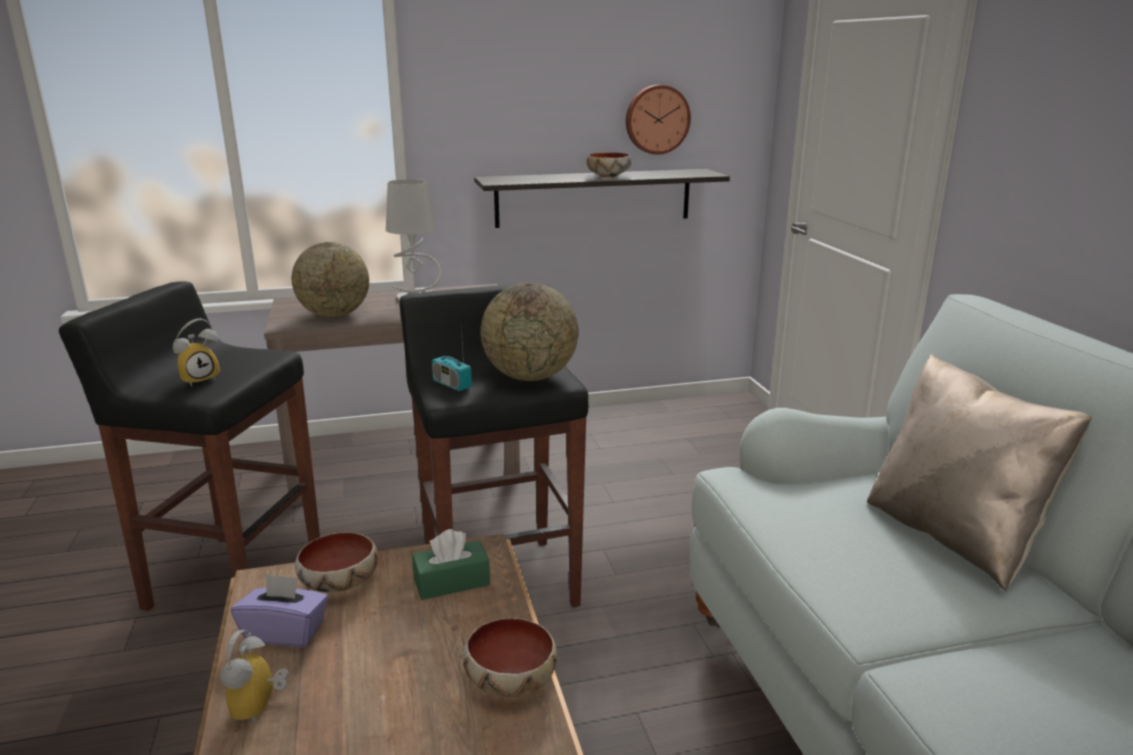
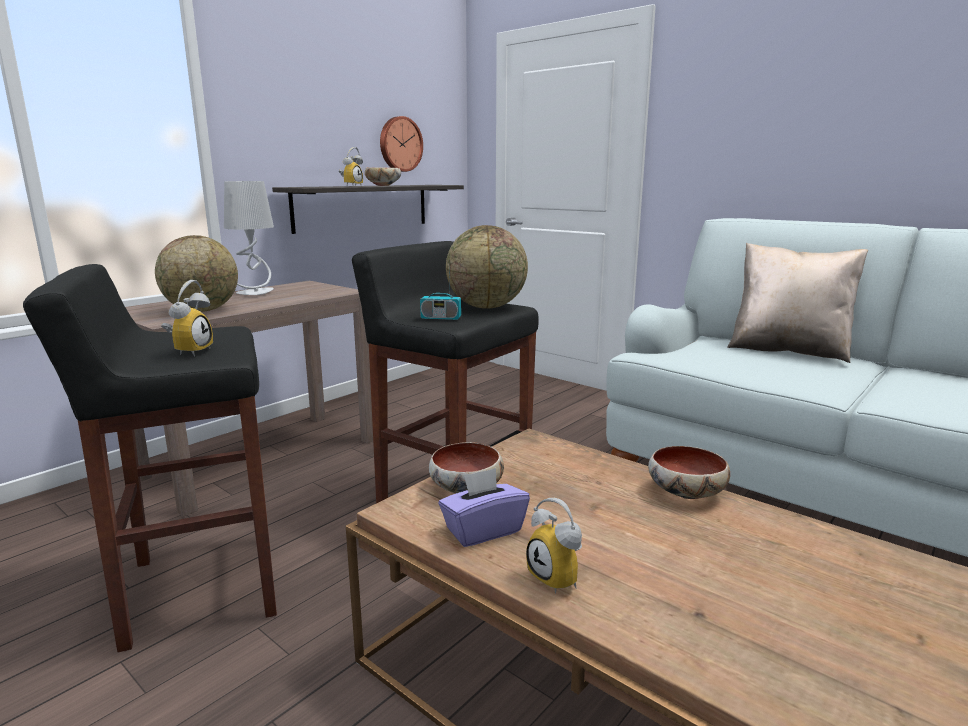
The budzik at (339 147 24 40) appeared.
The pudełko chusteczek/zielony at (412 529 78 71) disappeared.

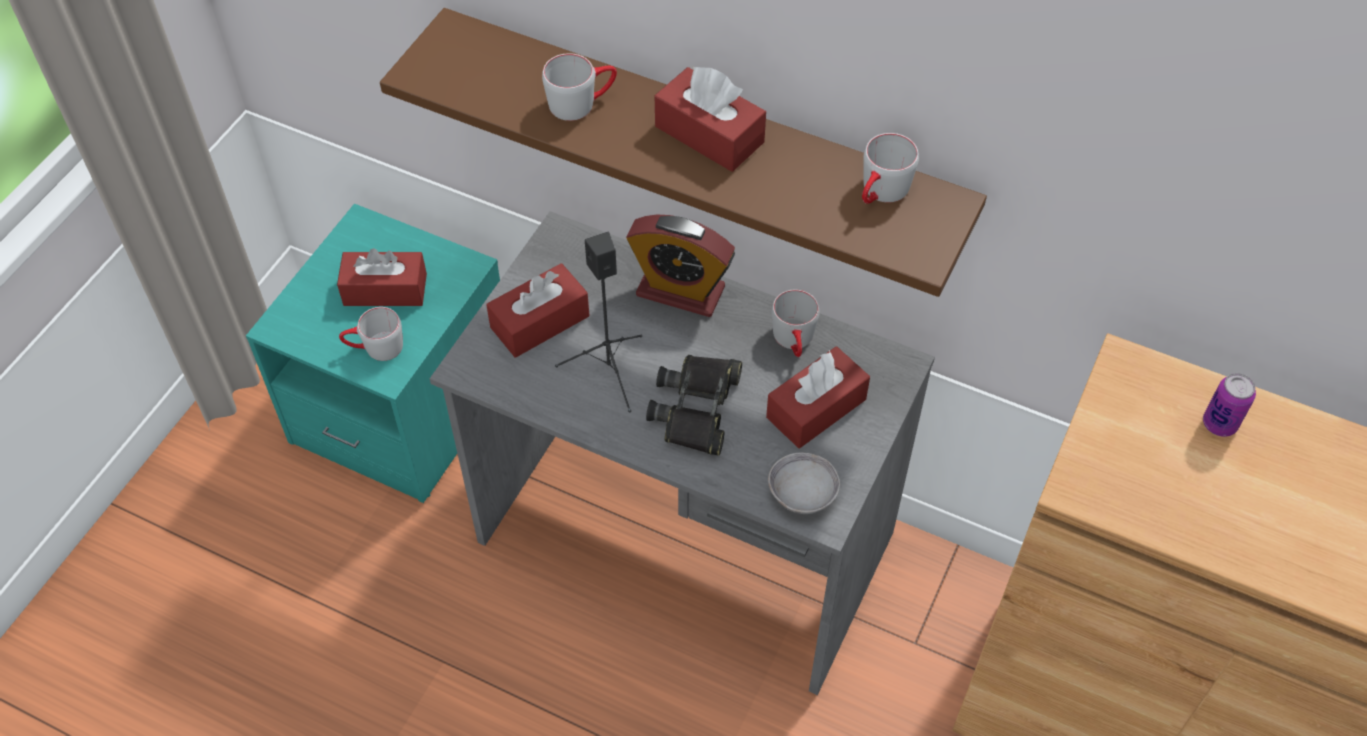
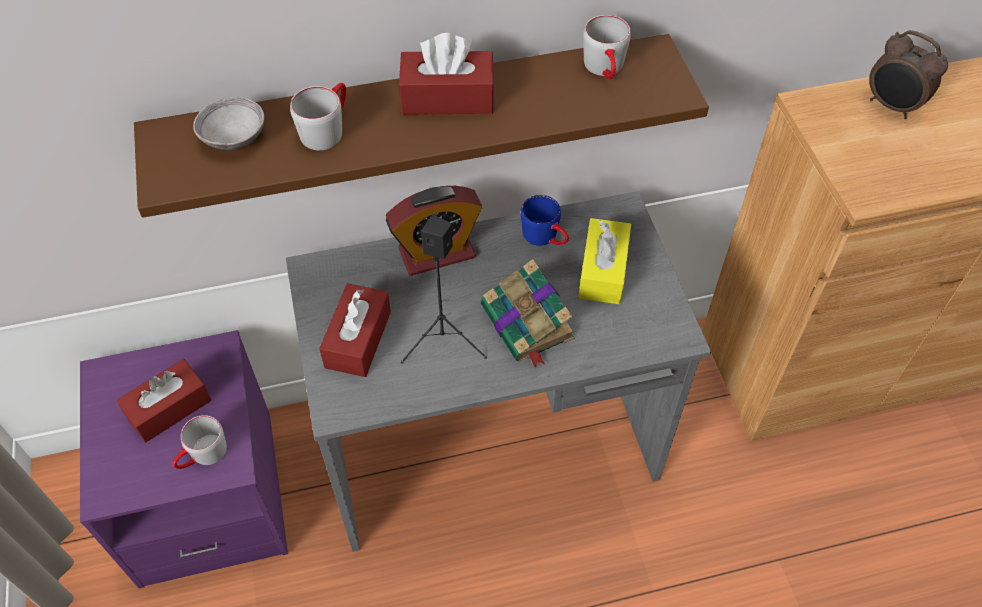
The szafka nocna/turkusowy at (246 204 254 299) became the szafka nocna/fioletowy at (80 330 208 259).
The miska/szary moved from (768 453 72 61) to (193 97 71 53).
The lornetka/czarny at (646 355 96 101) was replaced by the książka at (481 259 94 109).
The kubek/szary at (772 290 48 67) became the kubek/niebieski at (521 195 48 51).
The pudełko chusteczek/czerwony at (766 347 104 101) became the pudełko chusteczek/żółty at (578 218 53 86).
The puszka at (1203 373 53 64) was replaced by the budzik at (869 30 79 89).

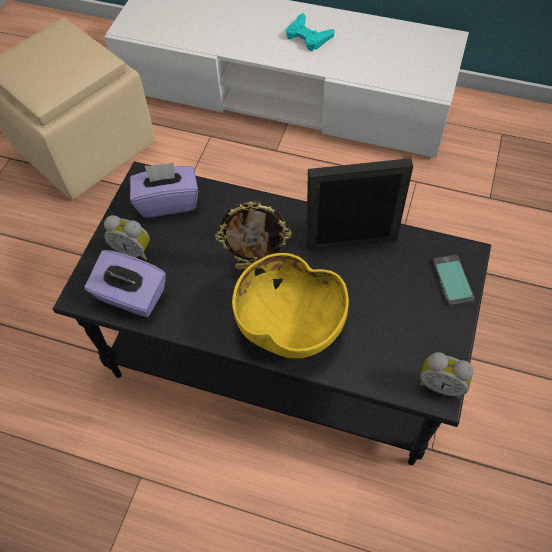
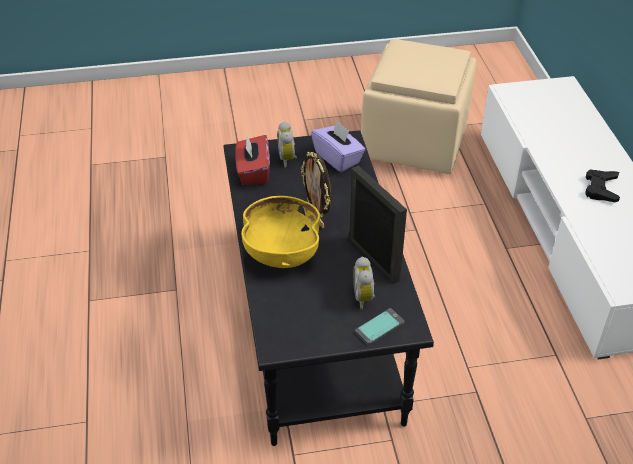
The pudełko chusteczek/fioletowy at (85 250 81 67) became the pudełko chusteczek/czerwony at (235 135 35 50).
The budzik moved from (420 352 54 46) to (353 257 22 52).
The pad do gier/turkusowy at (286 13 49 38) became the pad do gier/czarny at (585 169 35 33).

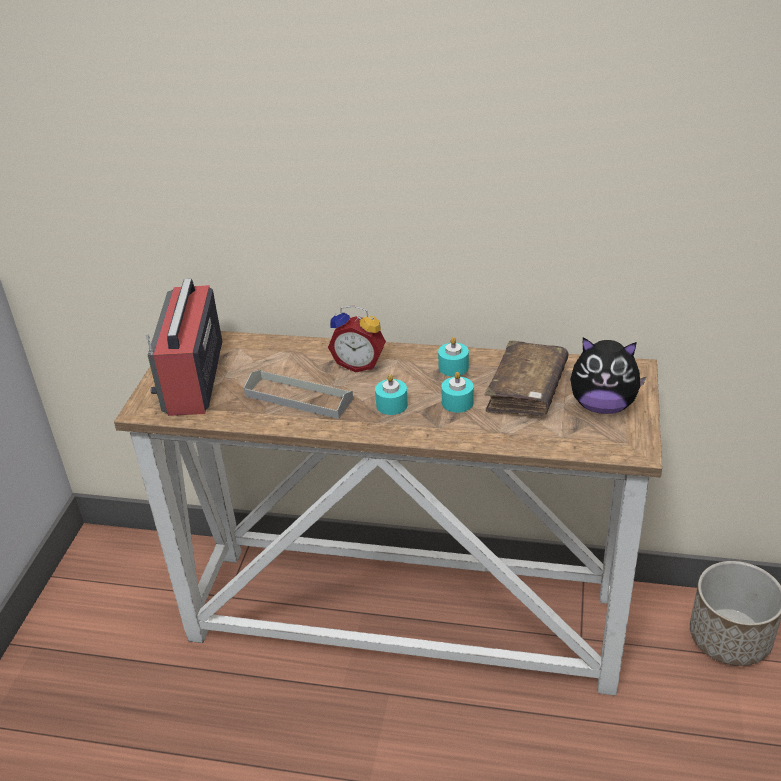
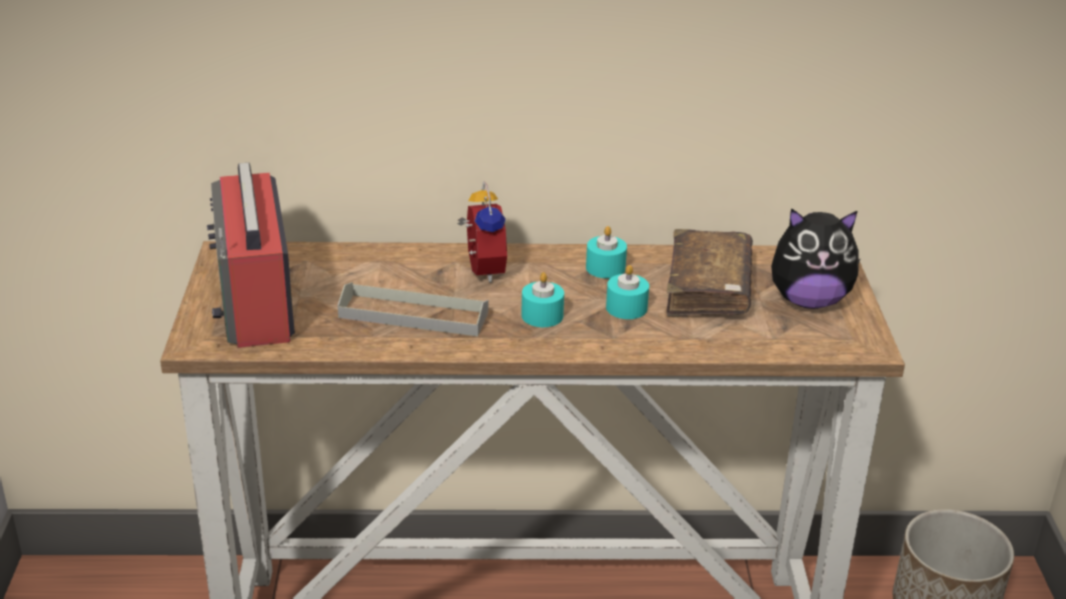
The budzik at (328 305 58 68) turned 105 degrees counterclockwise.

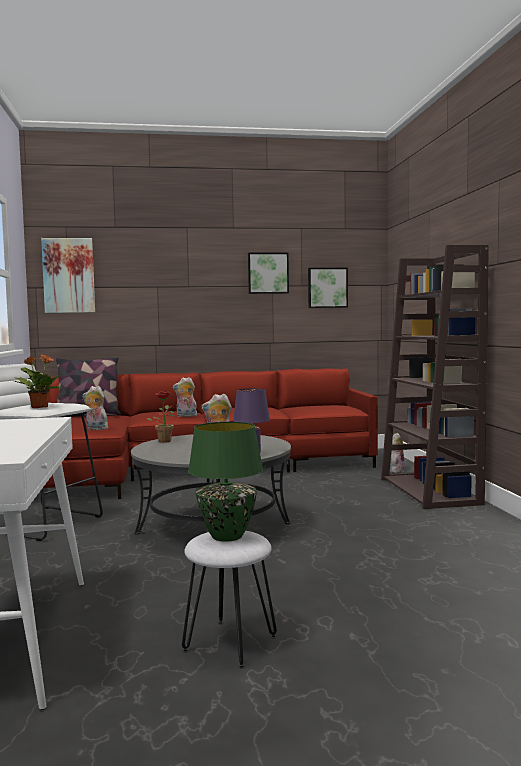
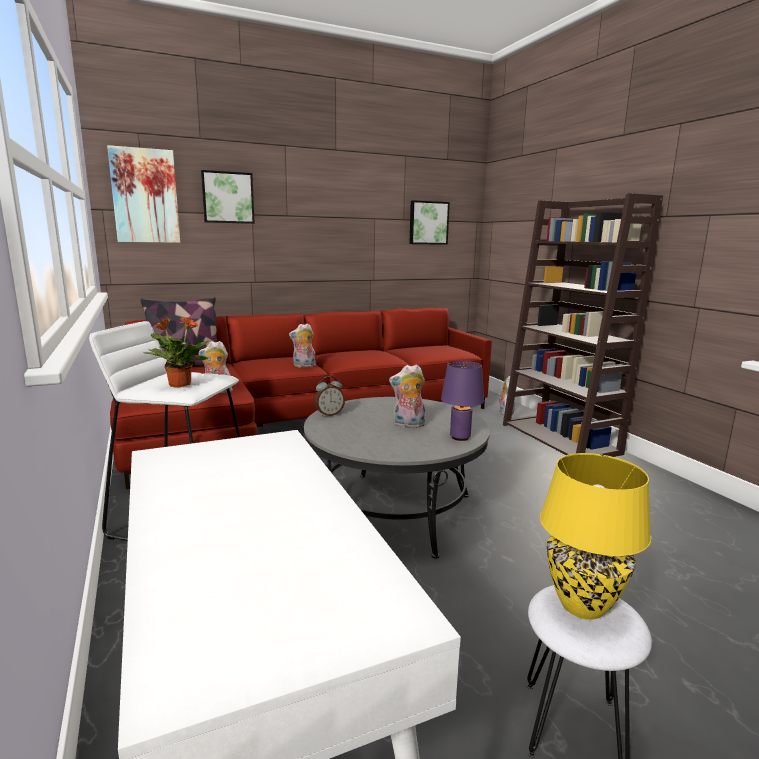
The obraz moved from (248 253 41 41) to (201 170 54 54).
The roślina doniczkowa at (147 391 27 52) was replaced by the budzik at (314 376 31 41).
The lampa stołowa/zielony at (188 422 75 120) became the lampa stołowa/żółty at (540 453 111 167).

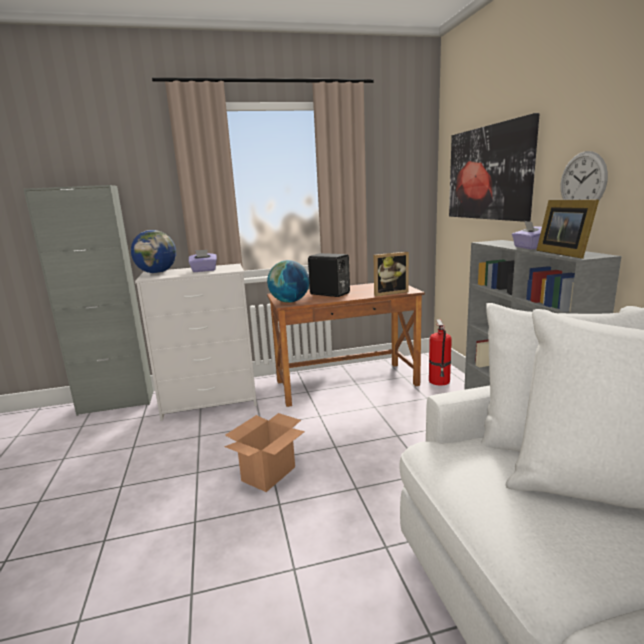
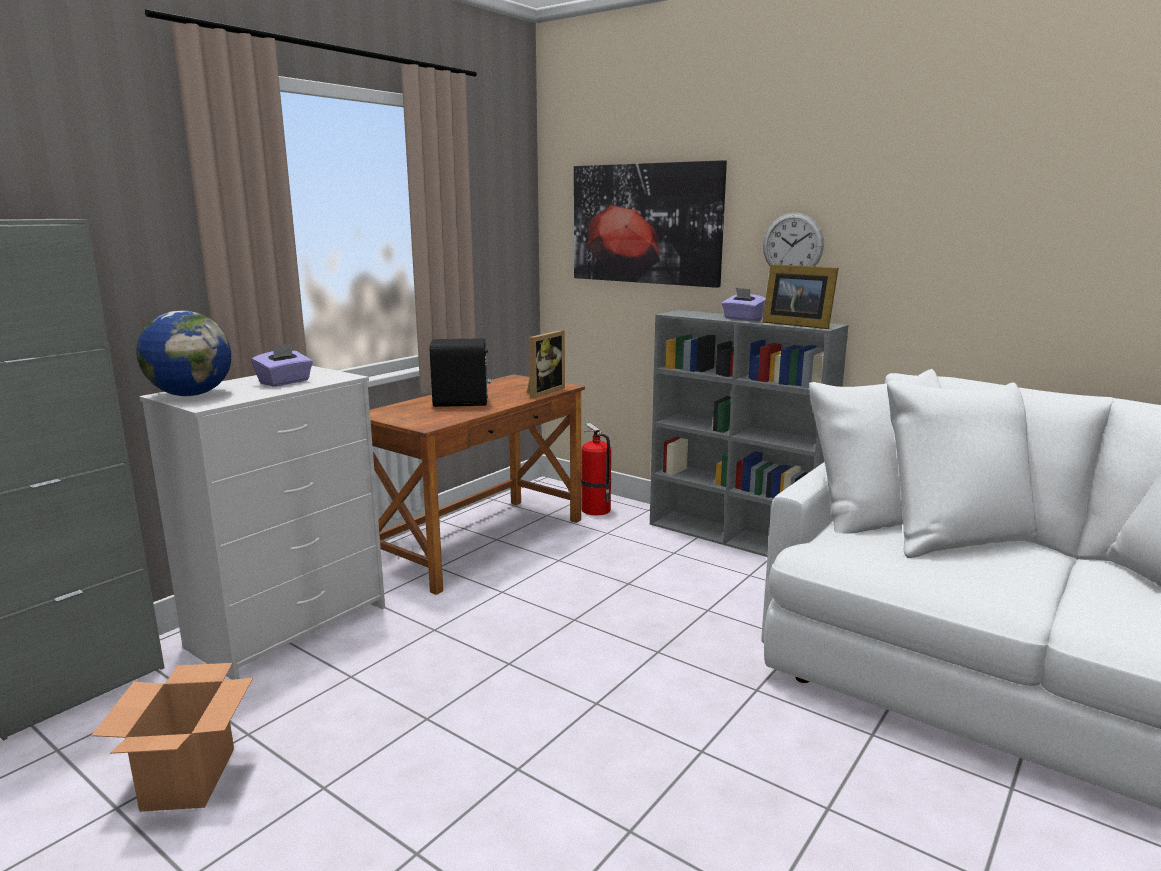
The karton moved from (225 413 80 79) to (91 663 162 149).
The globus at (267 260 42 43) disappeared.

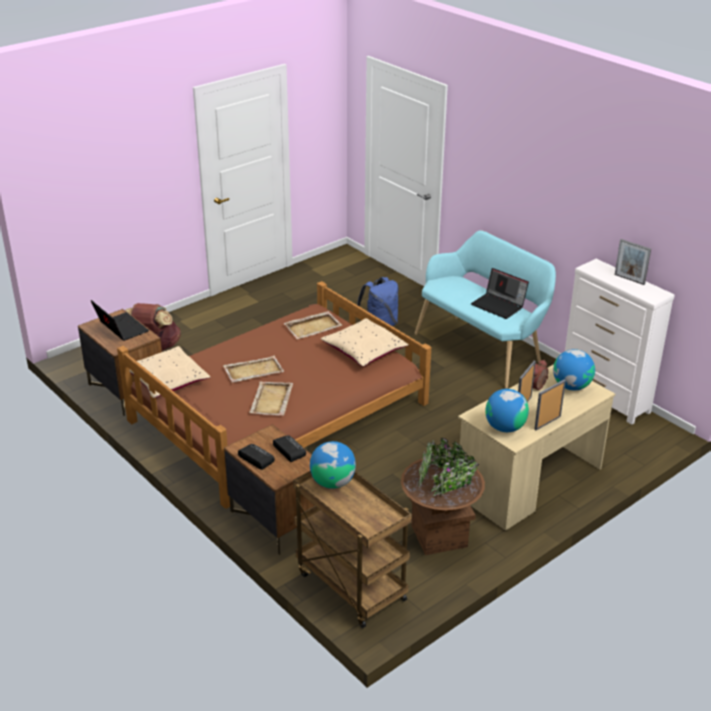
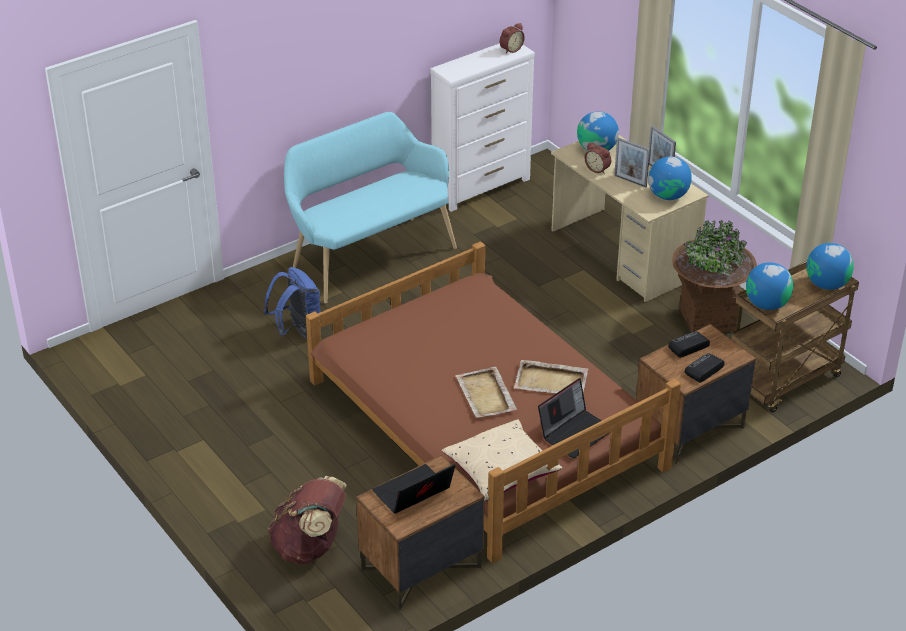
The budzik at (500 23 25 31) appeared.
The laptop moved from (471 268 58 51) to (538 378 71 80).
The globus at (807 243 47 47) appeared.
The taca/beżowy at (284 311 58 28) disappeared.
The poduszka/beżowy at (321 318 88 48) disappeared.
The ramka na zdjęcie at (615 239 36 46) disappeared.

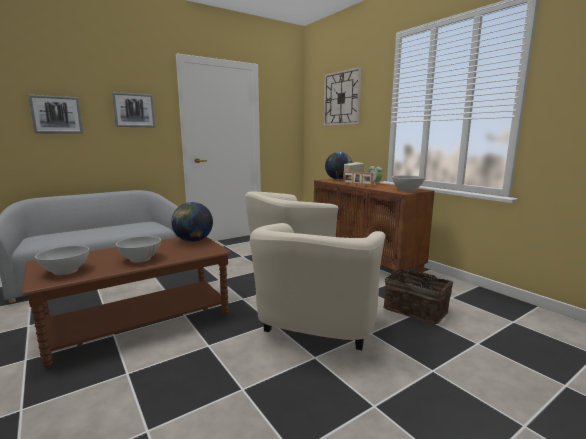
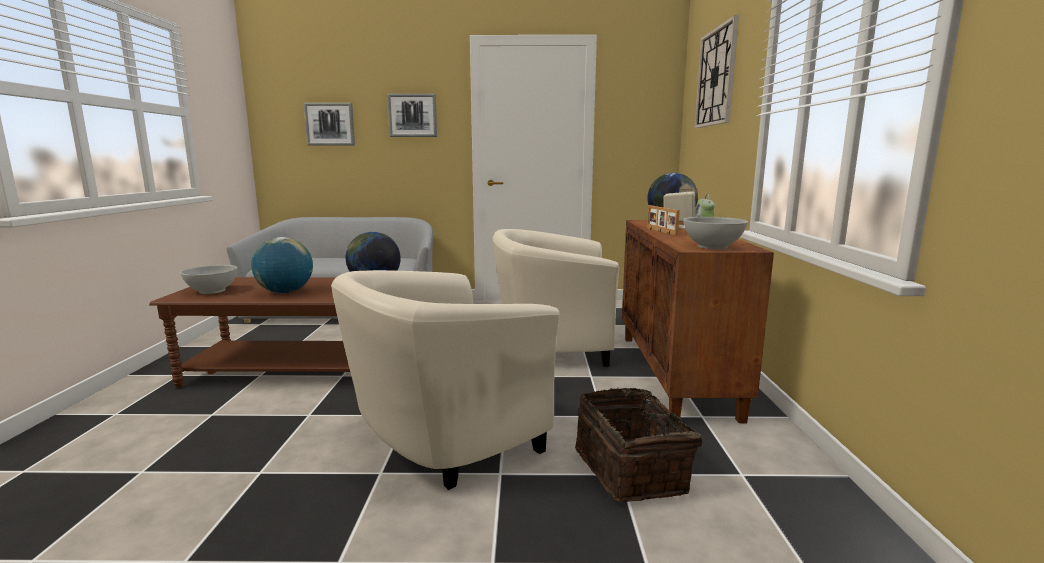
The miska/biały at (116 236 45 26) was replaced by the globus at (251 237 62 56).

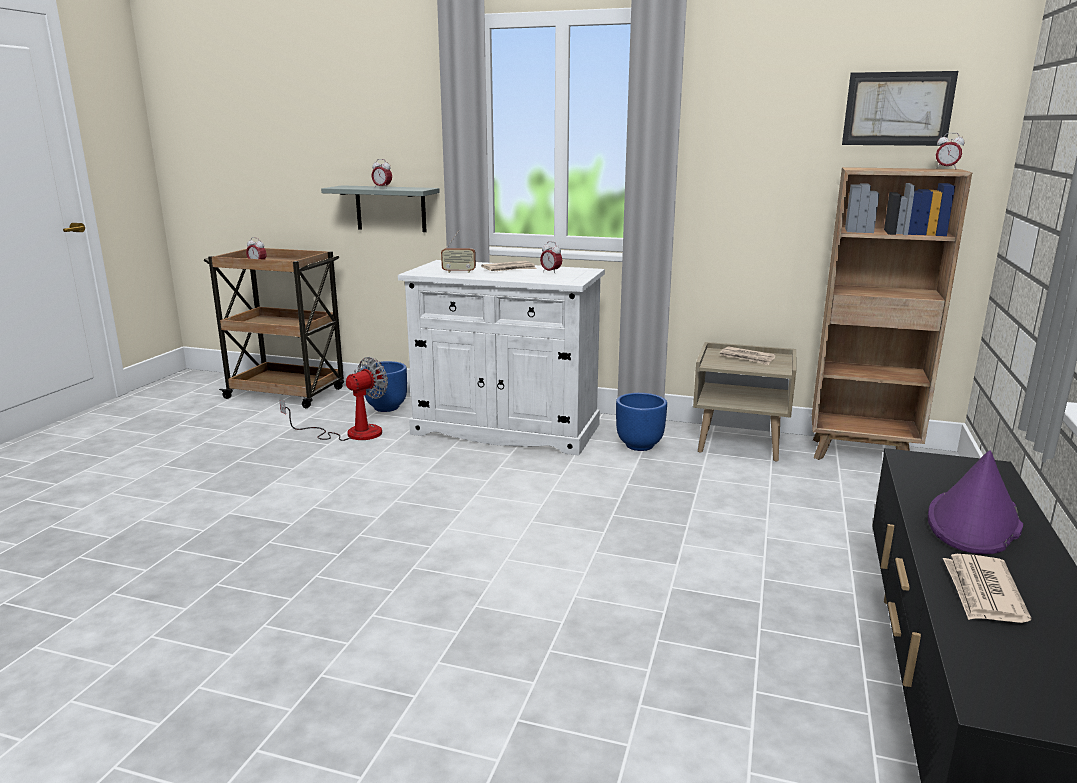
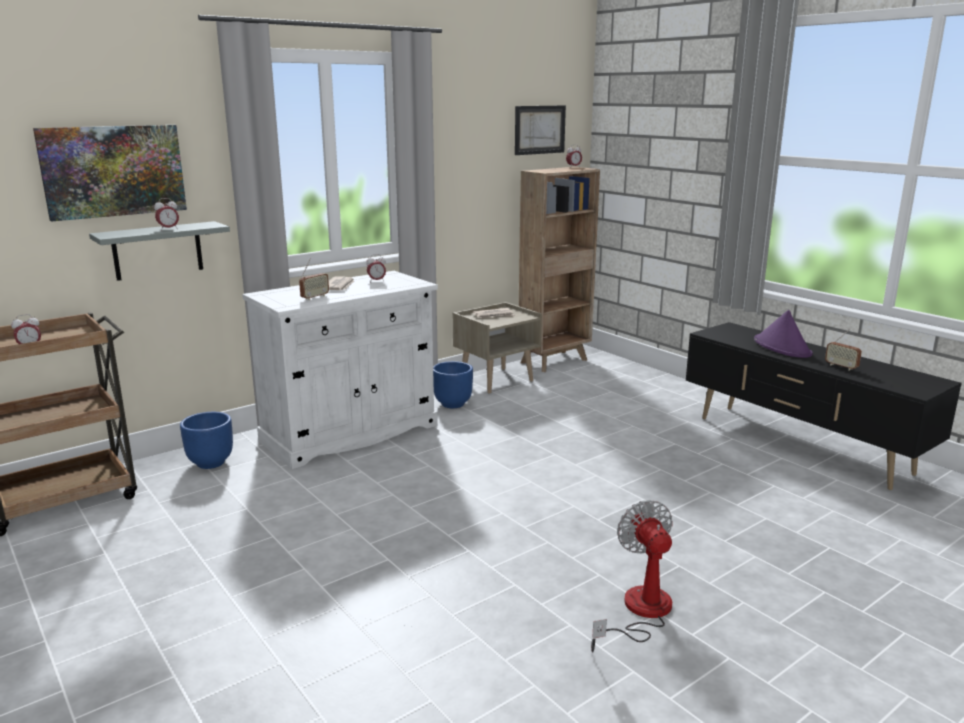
The obraz at (33 125 154 97) appeared.
The wentylator moved from (279 357 109 84) to (591 500 82 152).
The gazeta at (943 554 88 69) was replaced by the radio at (825 329 37 41).

